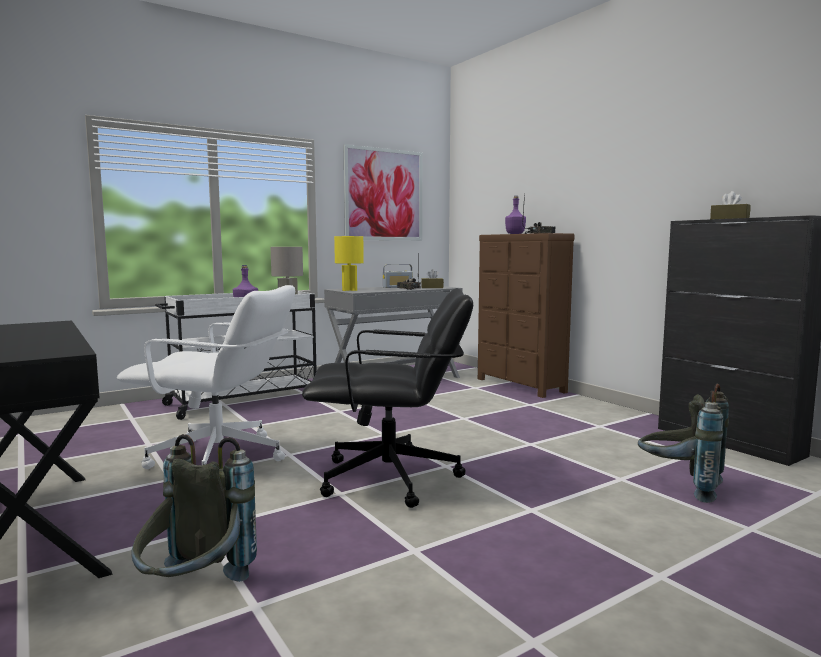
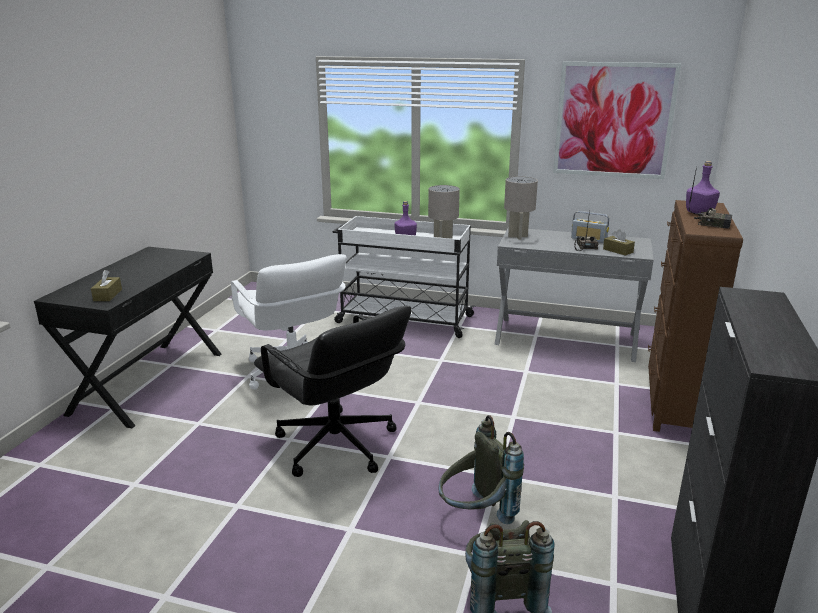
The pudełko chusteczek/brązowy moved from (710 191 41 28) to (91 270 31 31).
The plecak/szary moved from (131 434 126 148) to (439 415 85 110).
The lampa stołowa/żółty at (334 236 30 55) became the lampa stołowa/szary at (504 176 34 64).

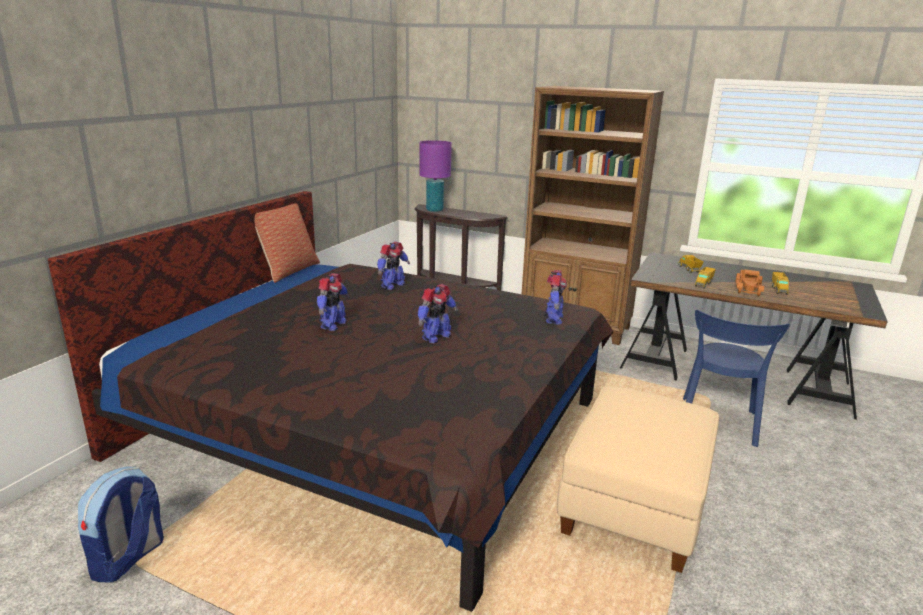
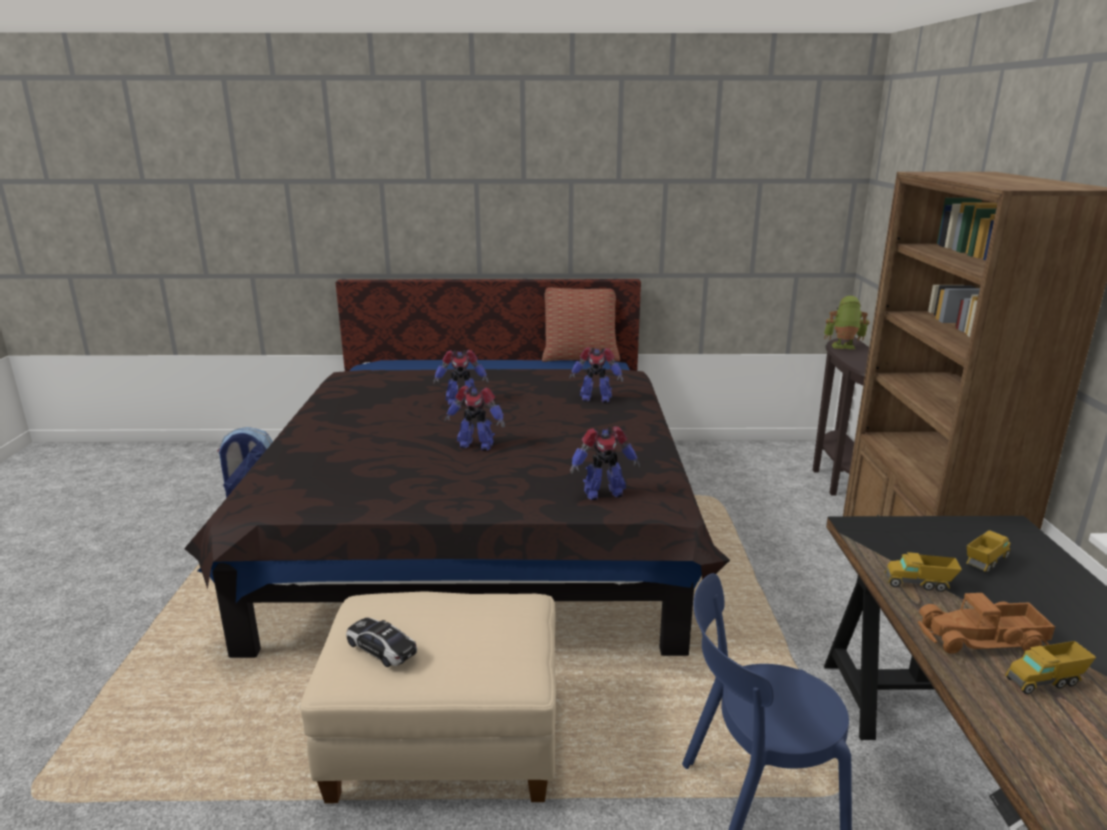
The samochodzik at (346 618 71 49) appeared.
The lampa stołowa/fioletowy at (420 140 32 72) was replaced by the robot zabawkowy at (824 296 46 53).

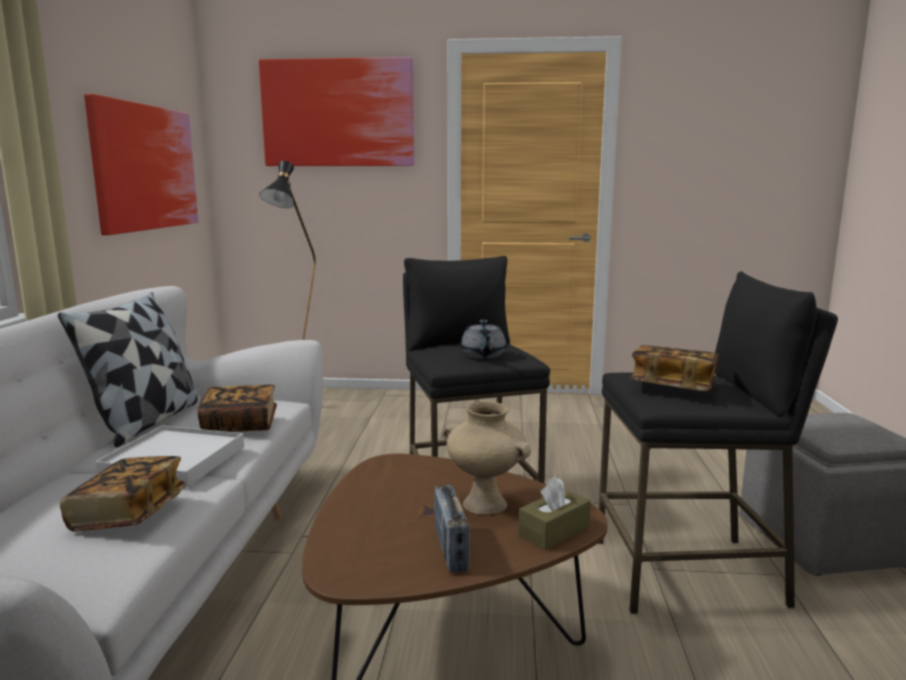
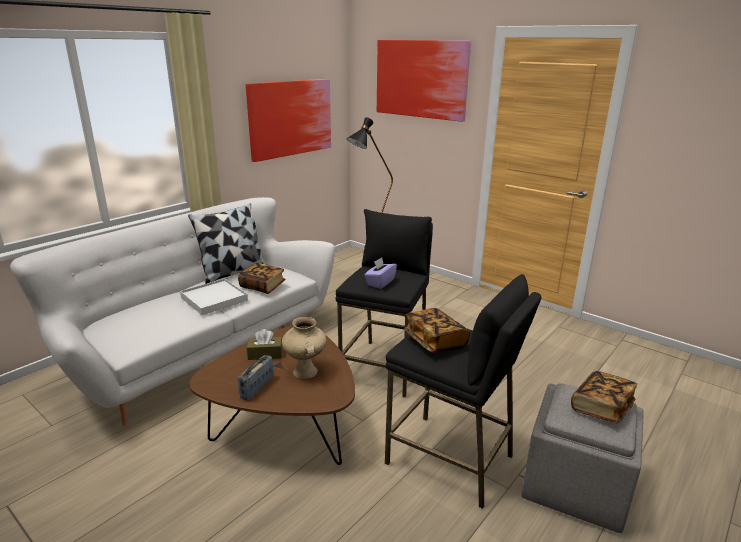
The pudełko chusteczek/brązowy moved from (518 476 72 74) to (247 329 35 31).
The imbryk/szary at (460 320 46 39) was replaced by the pudełko chusteczek/fioletowy at (364 257 33 32).
The książka moved from (60 456 126 76) to (571 371 66 52).

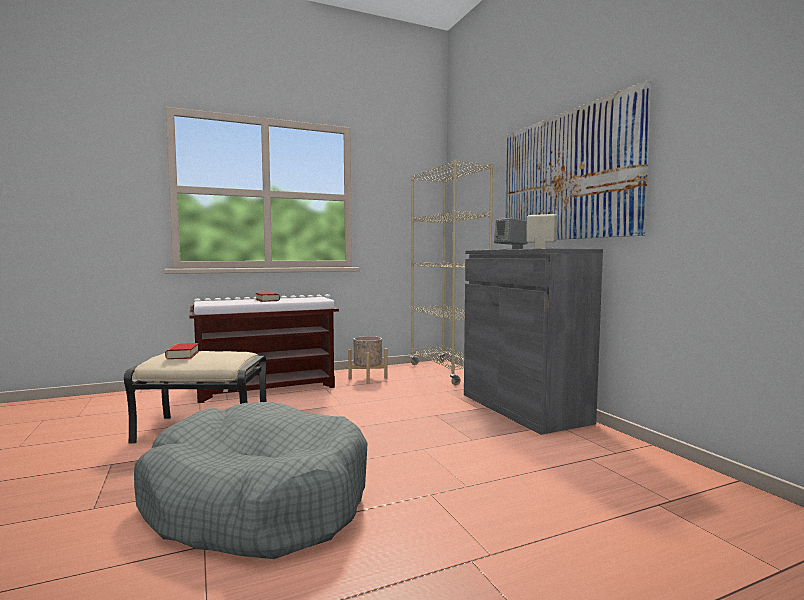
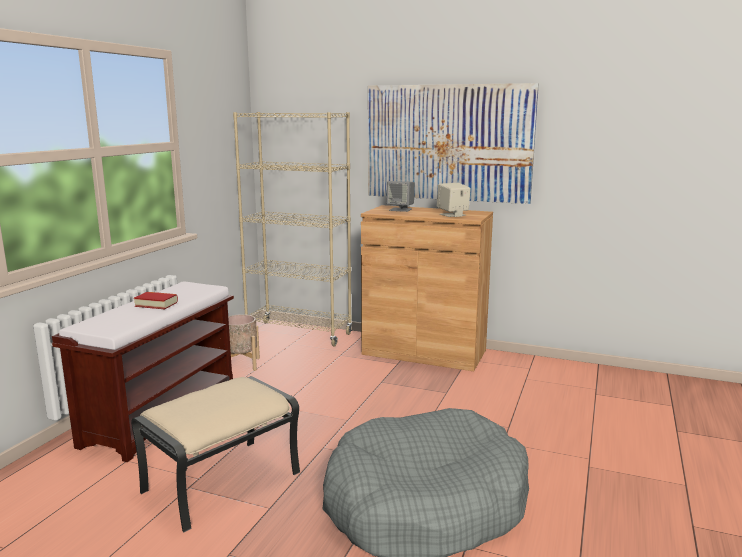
The szafka/szary at (464 249 139 186) became the szafka/brązowy at (361 205 132 166).
The książka at (165 343 34 16) disappeared.

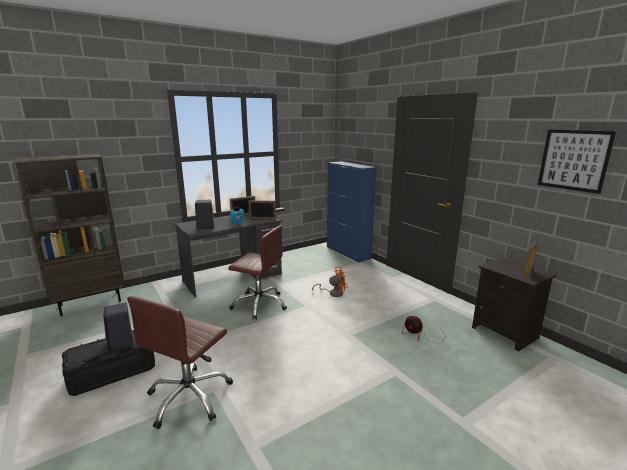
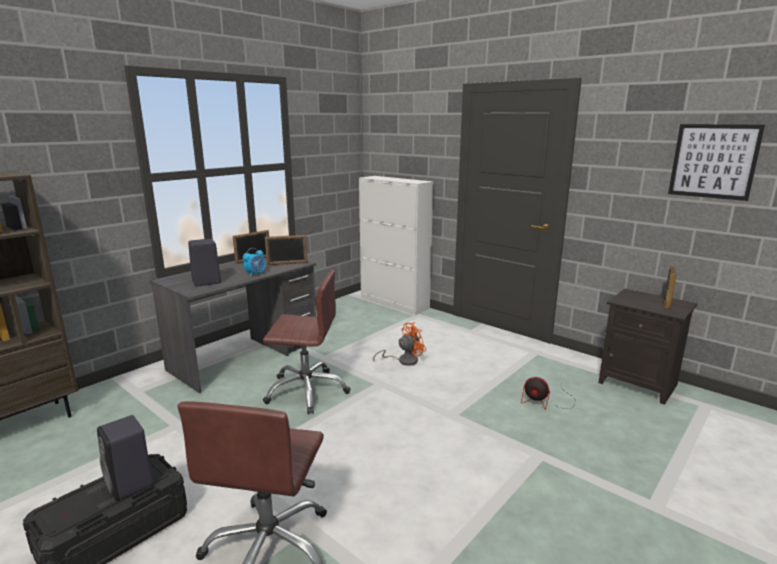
The szafka/niebieski at (327 161 49 101) became the szafka/biały at (359 176 74 139).

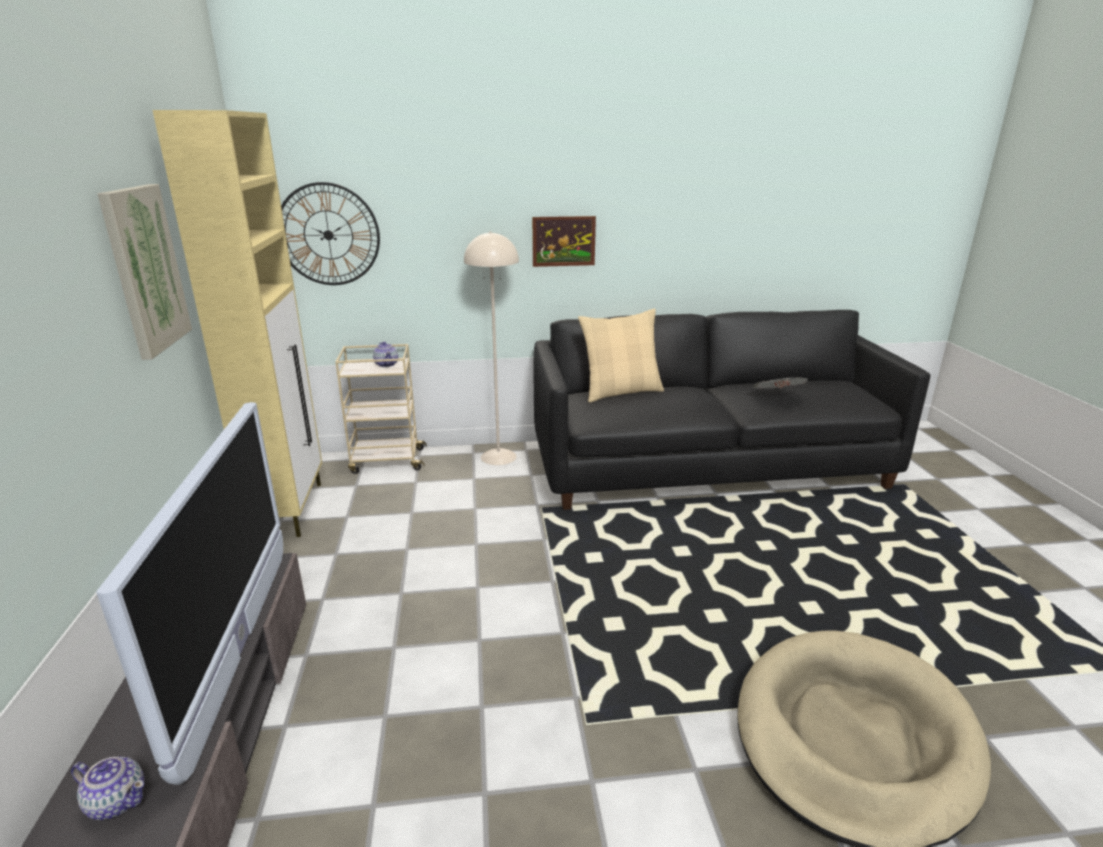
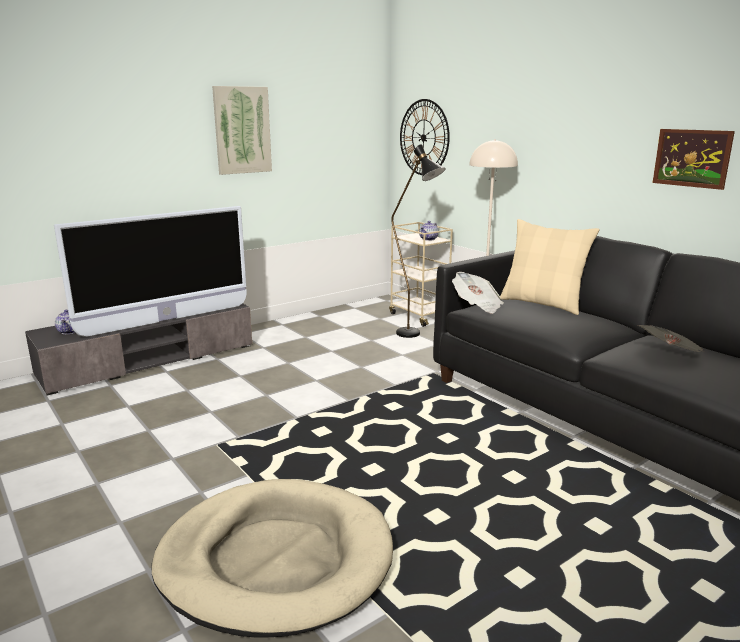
The lampa stojąca/czarny at (391 144 55 194) appeared.
The gazeta at (452 272 52 42) appeared.
The obraz moved from (532 216 64 51) to (653 129 82 61).
The szafka/beżowy at (153 110 169 427) disappeared.

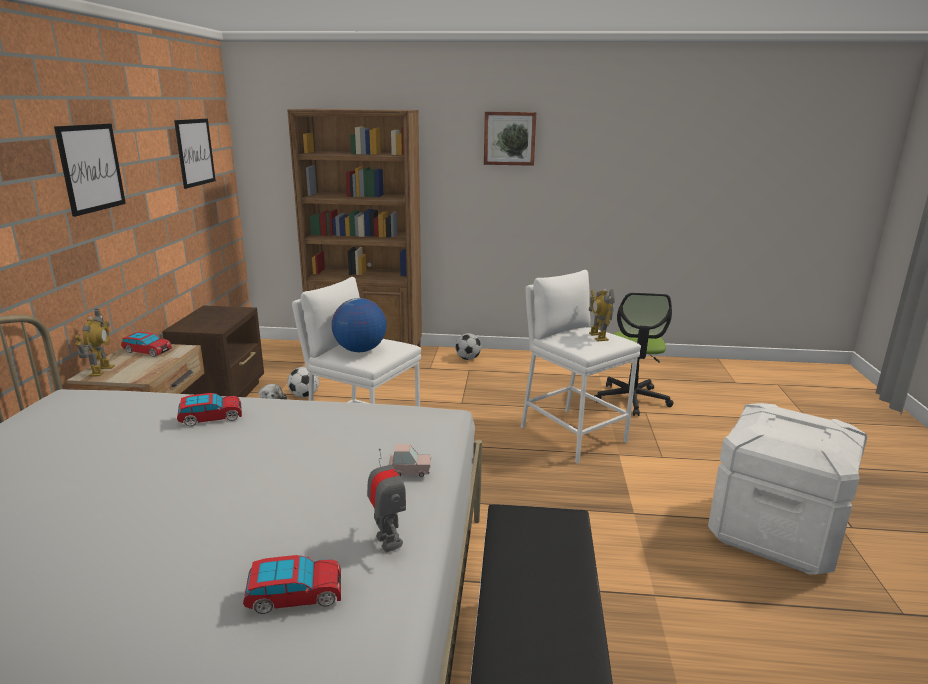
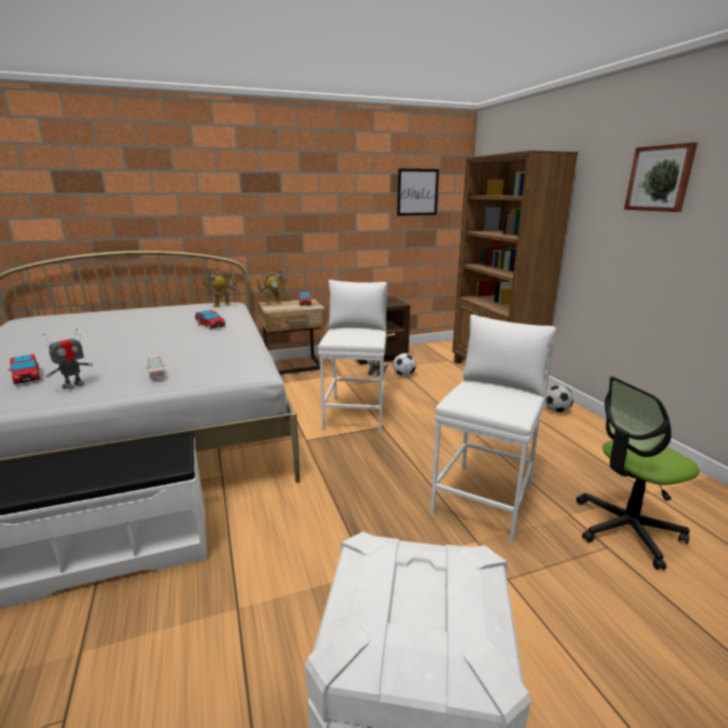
The robot zabawkowy moved from (589 289 26 53) to (203 270 33 38).
The obraz at (54 124 72 93) disappeared.
The globus at (332 298 54 54) disappeared.

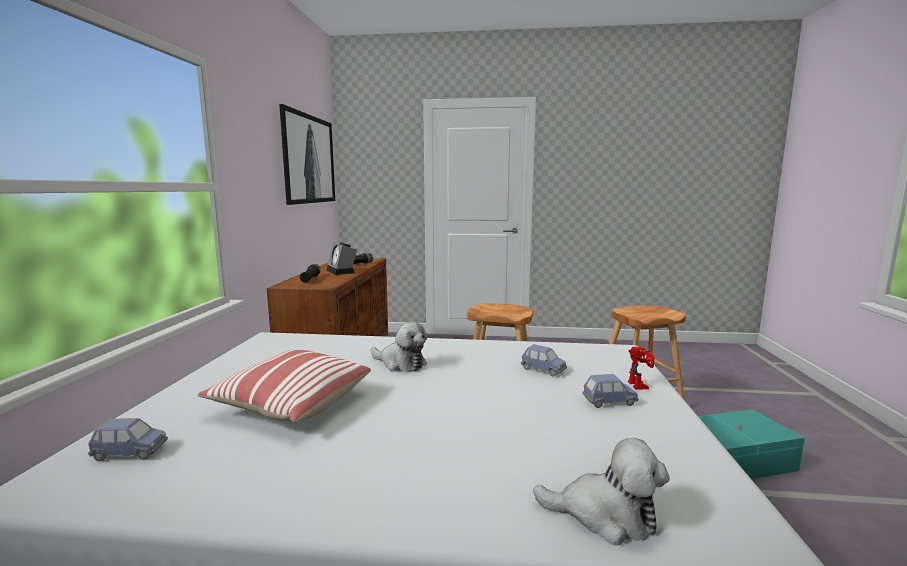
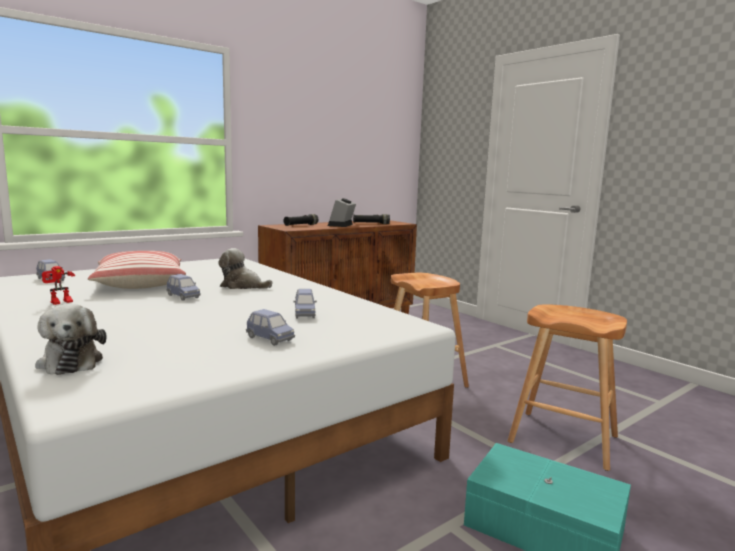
The robot zabawkowy moved from (628 347 27 43) to (42 266 33 39).
The samochodzik/niebieski at (166 274 35 27) appeared.
The pluszak at (371 322 57 50) turned 120 degrees clockwise.
The obraz at (279 104 56 101) disappeared.

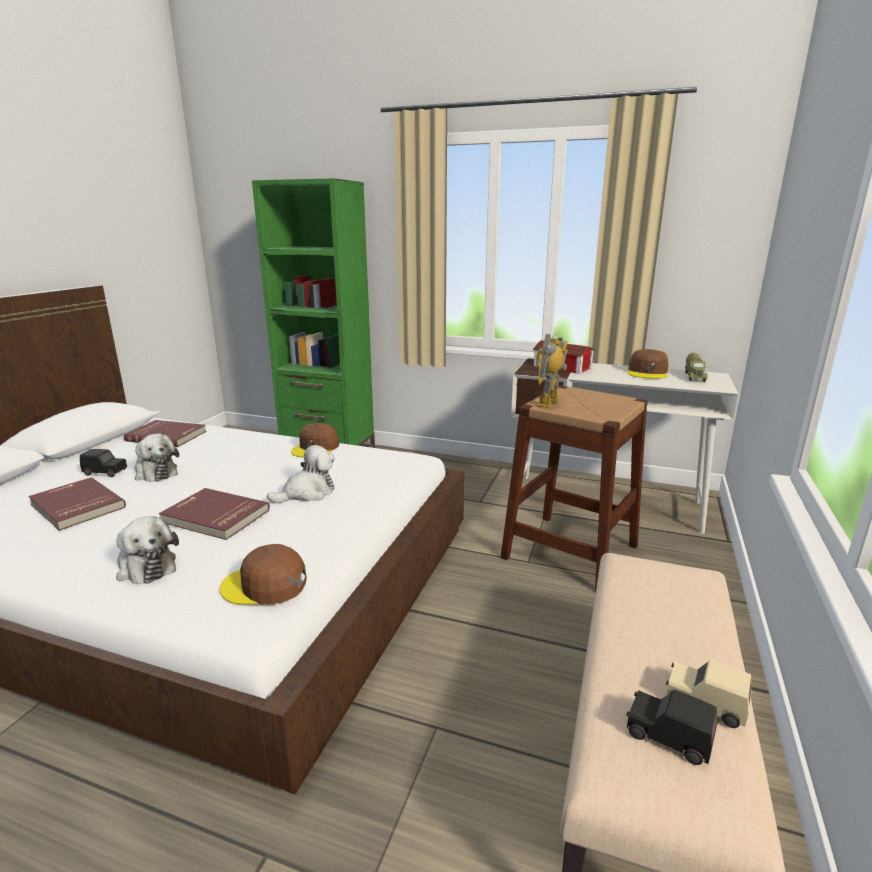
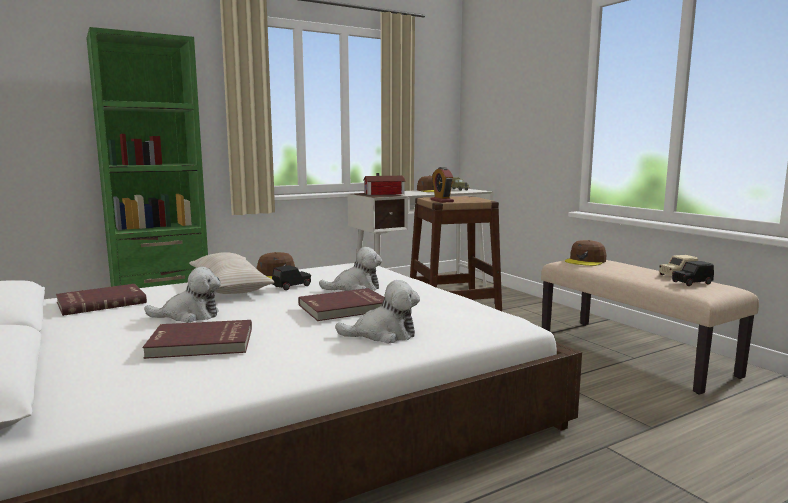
The poduszka/beżowy at (189 252 86 42) appeared.
The samochodzik/czarny moved from (80 449 47 28) to (272 265 39 25).
The pluszak at (267 445 68 58) turned 75 degrees clockwise.
The robot zabawkowy at (534 334 34 74) was replaced by the budzik at (431 167 23 36).
The czapka z daszkiem/brązowy moved from (220 544 87 61) to (565 240 41 26).

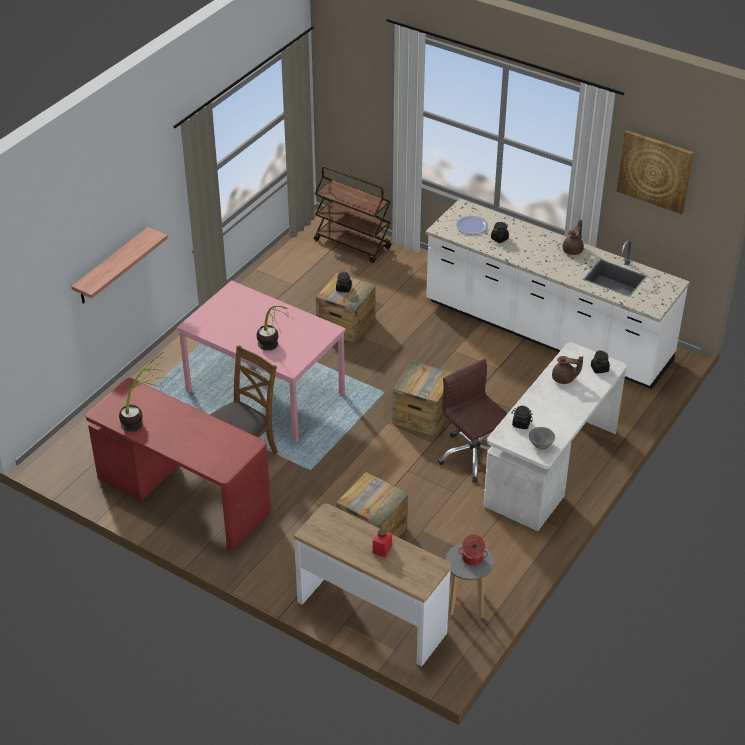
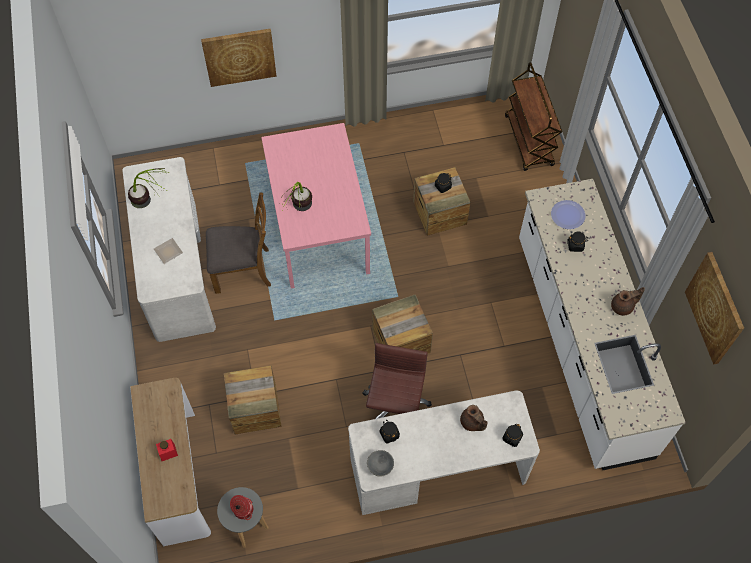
The biurko/czerwony at (86 378 185 173) became the biurko/biały at (122 157 94 185).
The talerz at (154 238 29 26) appeared.
The półka at (71 227 97 76) was replaced by the obraz at (201 29 76 58).

